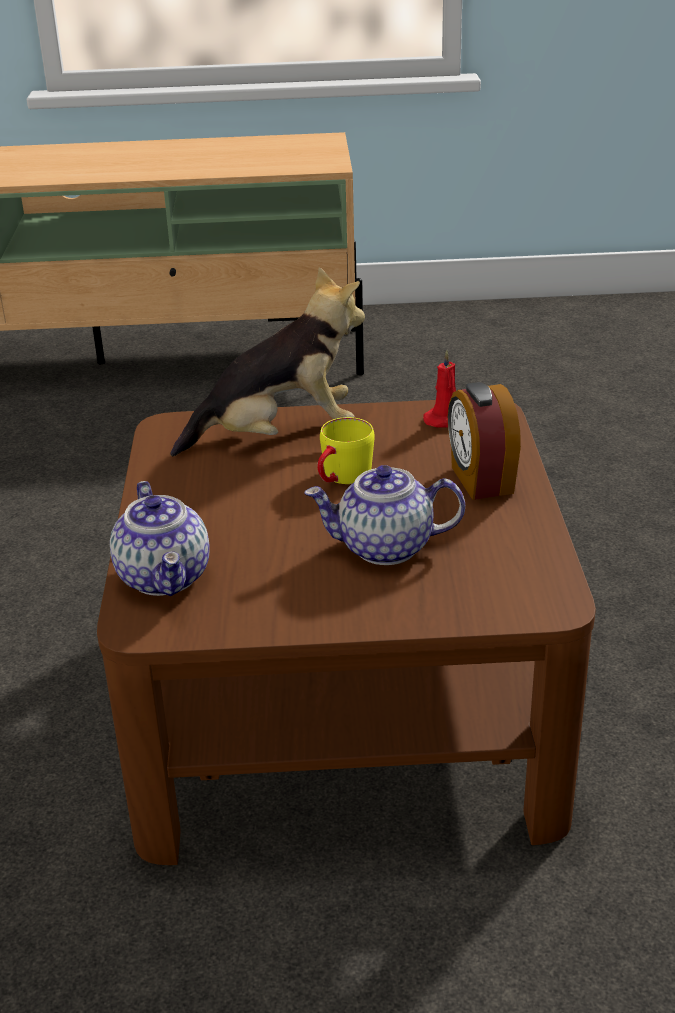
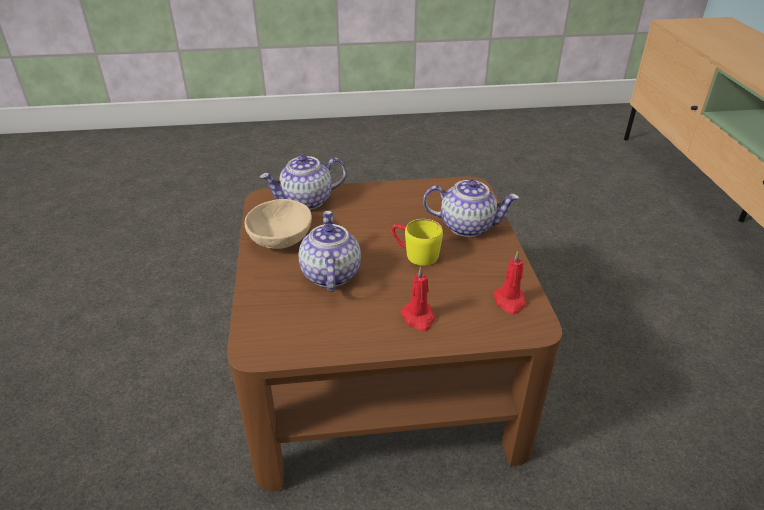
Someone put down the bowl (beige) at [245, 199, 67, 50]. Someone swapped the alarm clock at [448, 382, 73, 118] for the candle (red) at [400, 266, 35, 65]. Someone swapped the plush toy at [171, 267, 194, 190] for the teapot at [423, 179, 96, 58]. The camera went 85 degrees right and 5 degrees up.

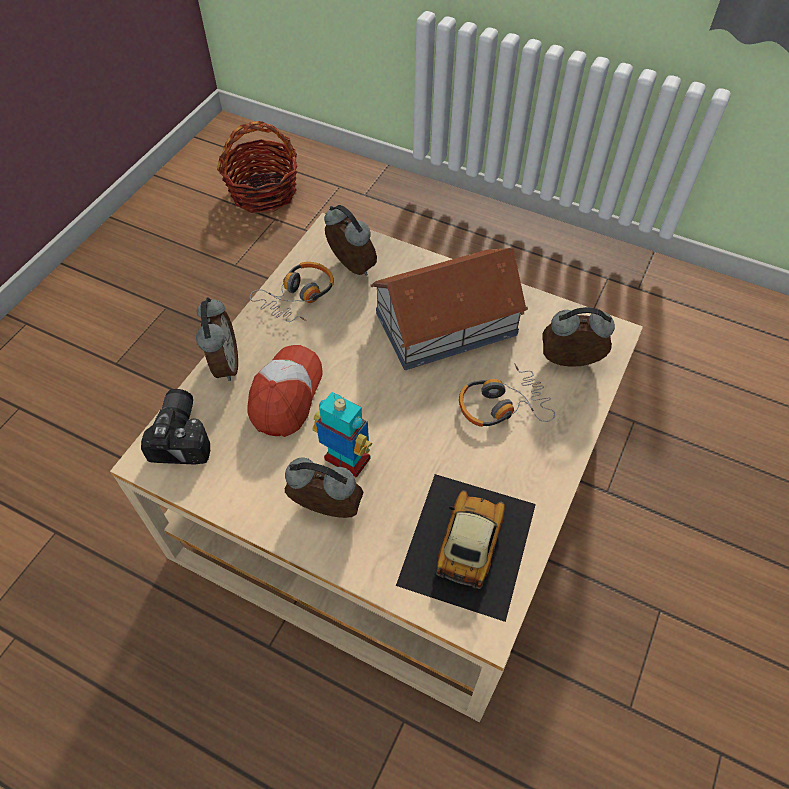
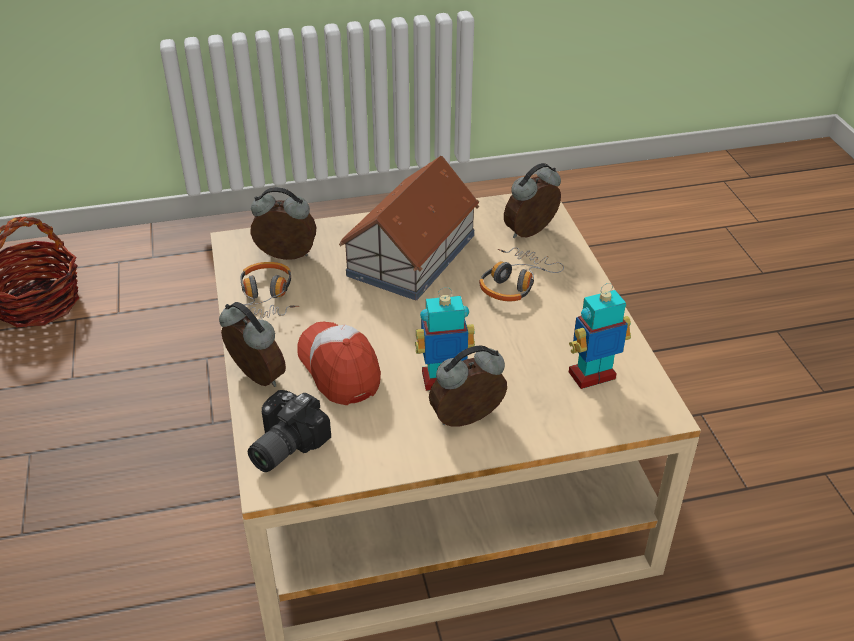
Someone rotated the photo camera at [141, 389, 69, 75] by 105 degrees counterclockwise. Someone swapped the toy car at [396, 474, 140, 148] for the toy robot at [569, 283, 62, 106]. The camera went 40 degrees left and 15 degrees down.

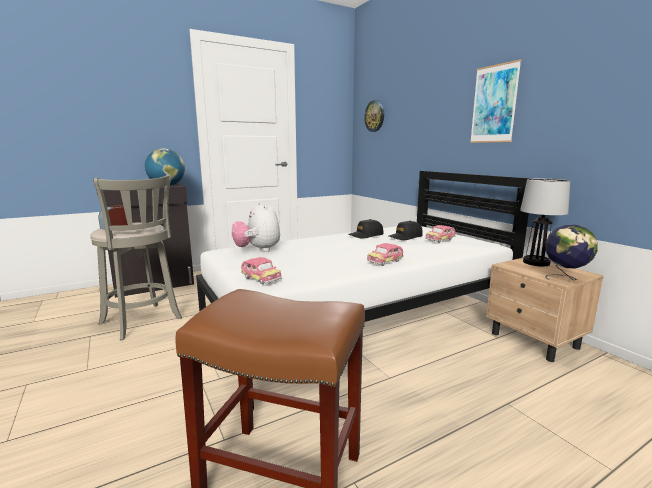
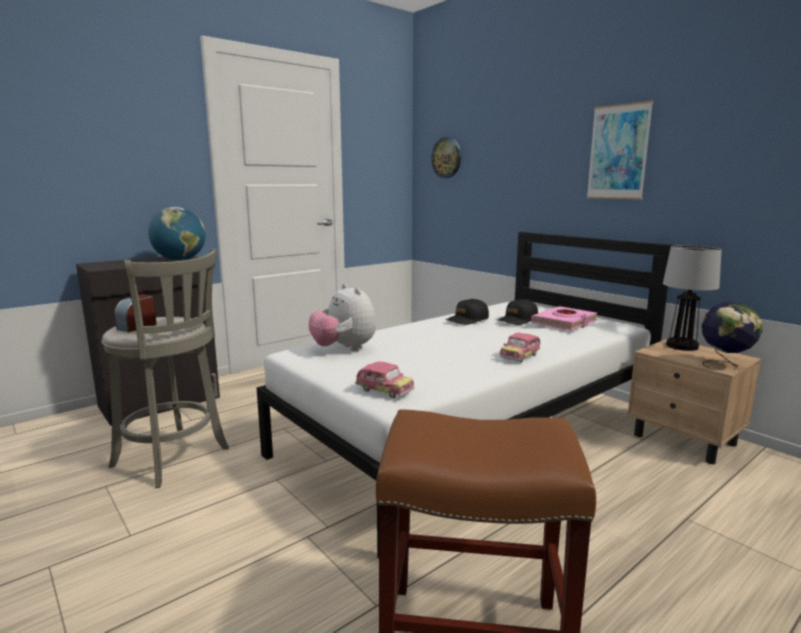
Someone swapped the toy car at [425, 225, 30, 18] for the book (pink) at [531, 306, 66, 25]. The camera went 10 degrees left and 0 degrees up.

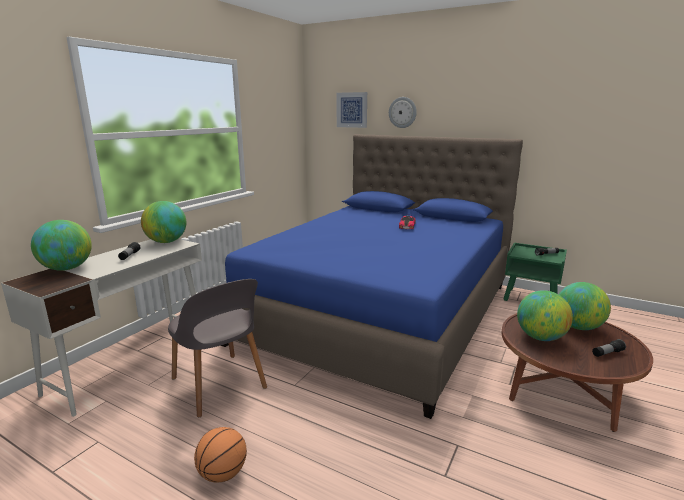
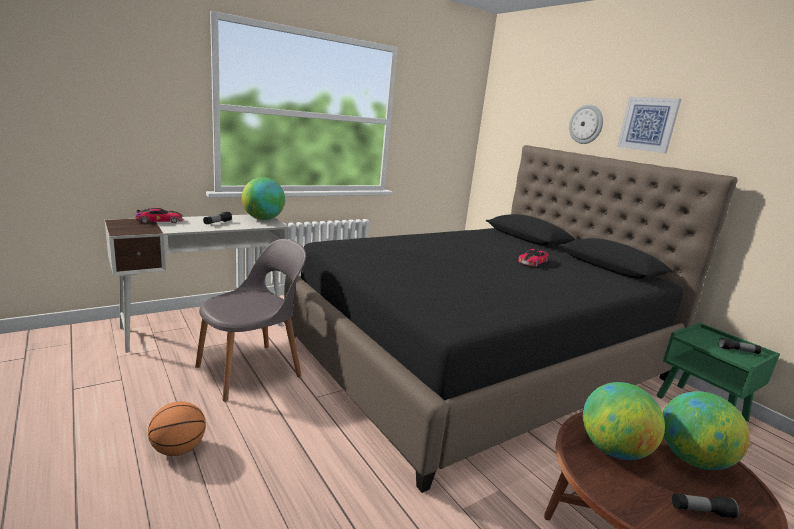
Someone swapped the globe at [31, 220, 61, 51] for the toy car at [135, 208, 48, 15]. Someone rotated the chair (grey) at [168, 279, 99, 138] by 120 degrees counterclockwise. Someone repainted the bed (blue) at [221, 134, 302, 285], which became the bed (black) at [284, 145, 454, 348]. Someone carried the picture from [337, 92, 30, 36] to [617, 97, 64, 56]. The camera went 25 degrees right and 0 degrees up.

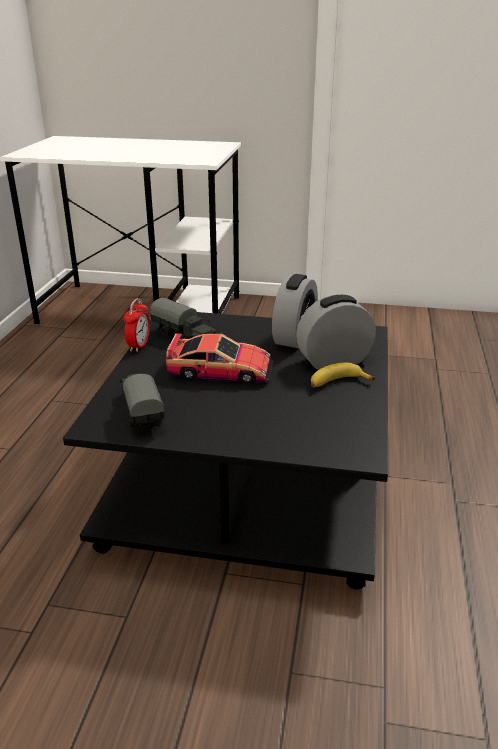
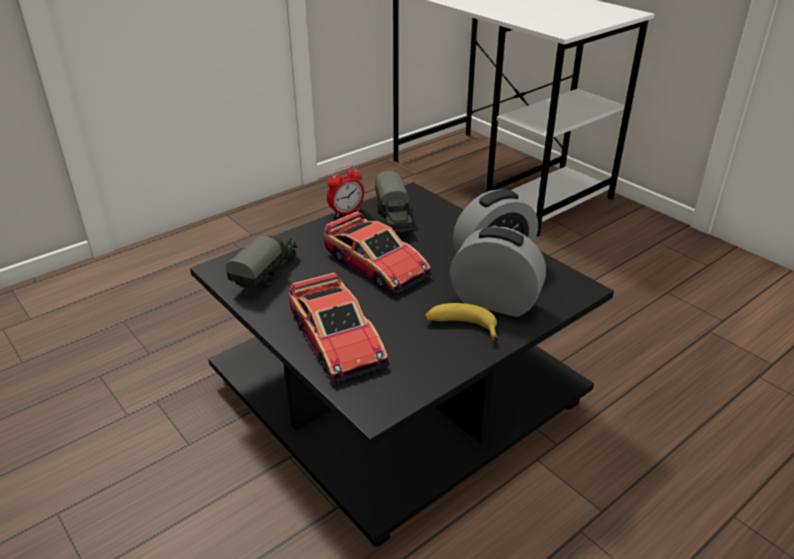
Someone put down the toy car at [288, 273, 102, 110]. The camera went 40 degrees right and 5 degrees up.

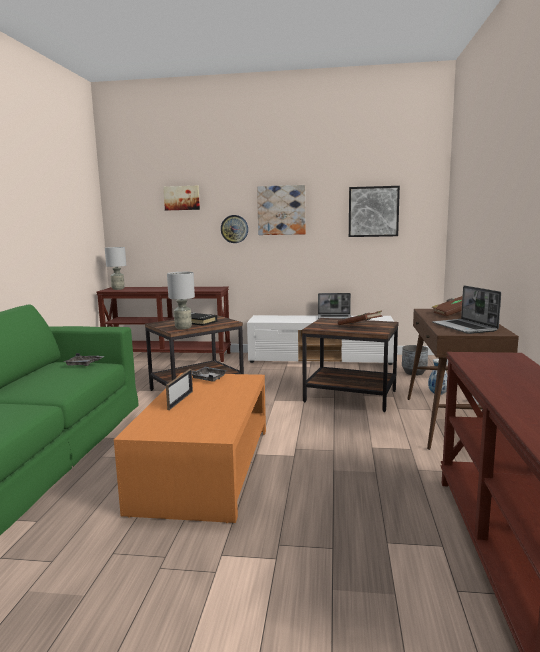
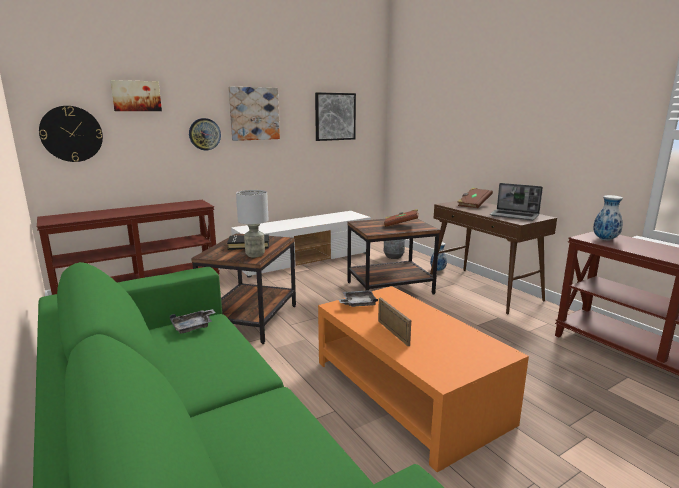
Someone put up the wall clock at [39, 106, 64, 56]. Someone put down the vase at [593, 195, 30, 45]. Someone took away the table lamp (grey) at [105, 247, 21, 43]. Someone took away the laptop at [318, 293, 33, 26]. The camera went 40 degrees left and 5 degrees up.

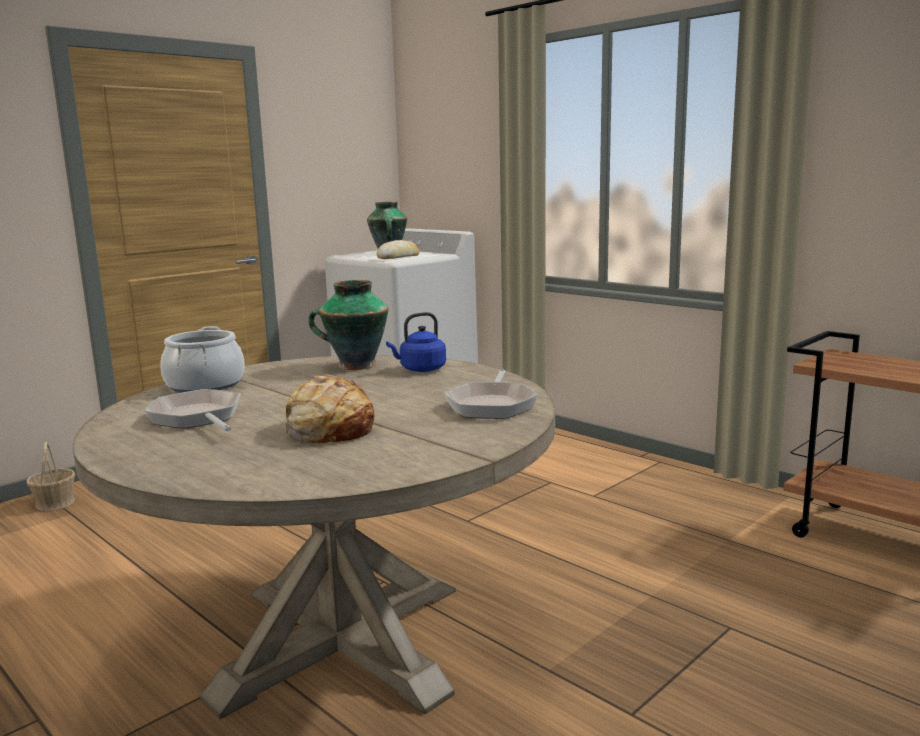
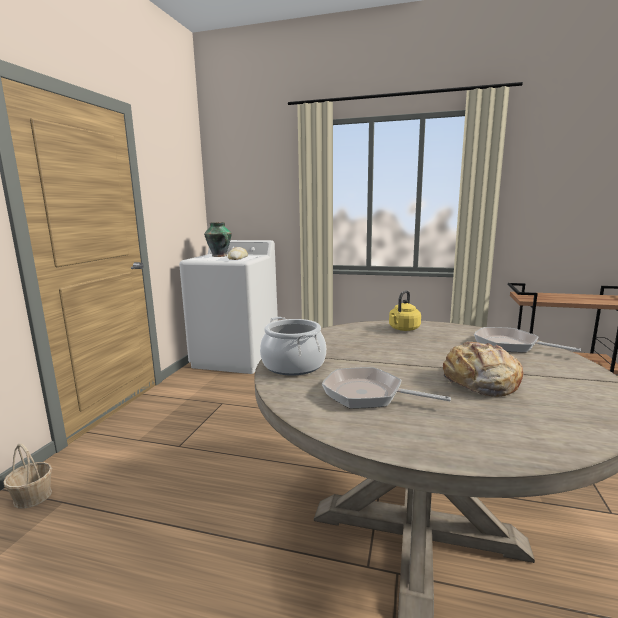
Someone repainted the kettle (blue) at [386, 312, 60, 60], which became the kettle (yellow) at [389, 290, 32, 41]. Someone rotated the frying pan at [444, 369, 94, 50] by 150 degrees clockwise. Someone took away the vase at [308, 280, 80, 90]. The camera went 30 degrees left and 0 degrees up.

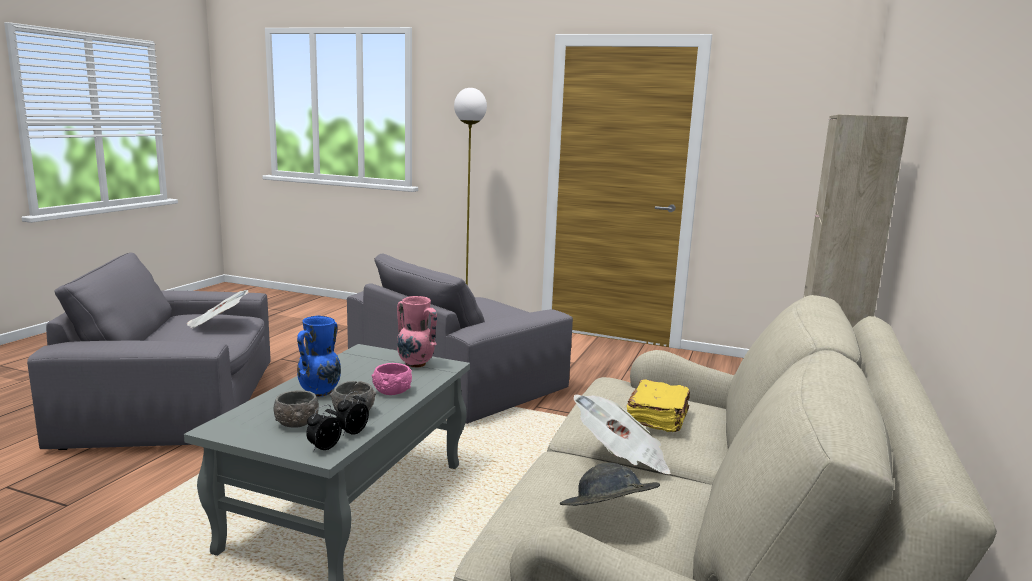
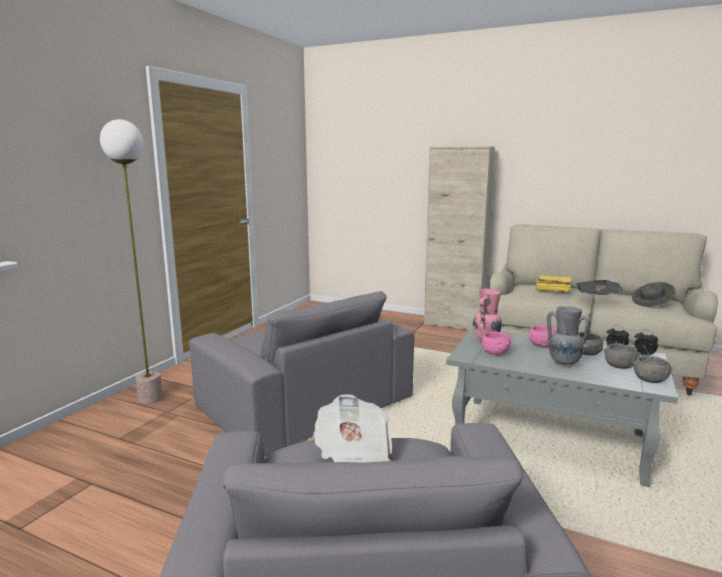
Someone put down the bowl (pink) at [482, 332, 29, 23]. Someone repainted the vase (blue) at [297, 316, 44, 81], which became the vase (grey) at [546, 306, 45, 61]. Someone put down the bowl (grey) at [633, 355, 40, 28]. The camera went 85 degrees left and 0 degrees up.

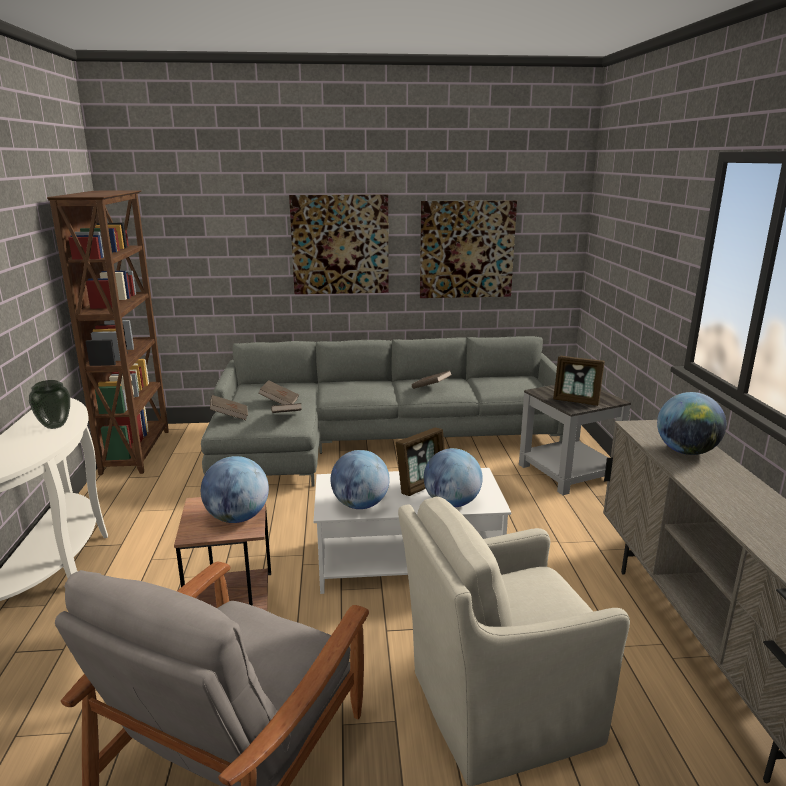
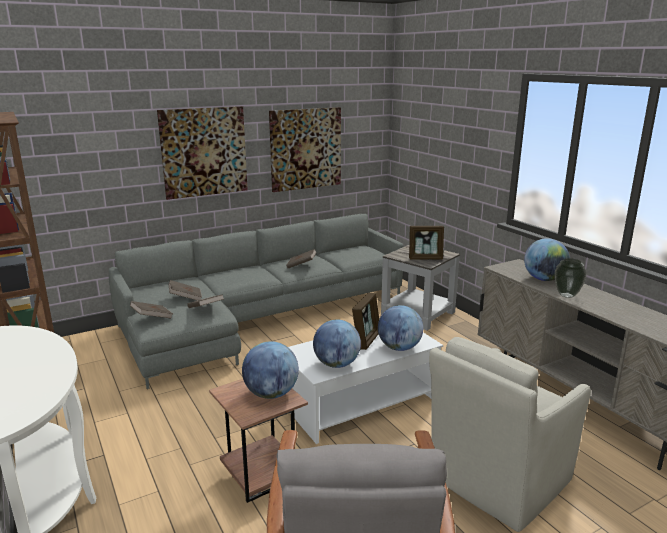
Someone carried the vase from [29, 380, 41, 49] to [555, 258, 31, 40]. The camera went 25 degrees left and 0 degrees up.

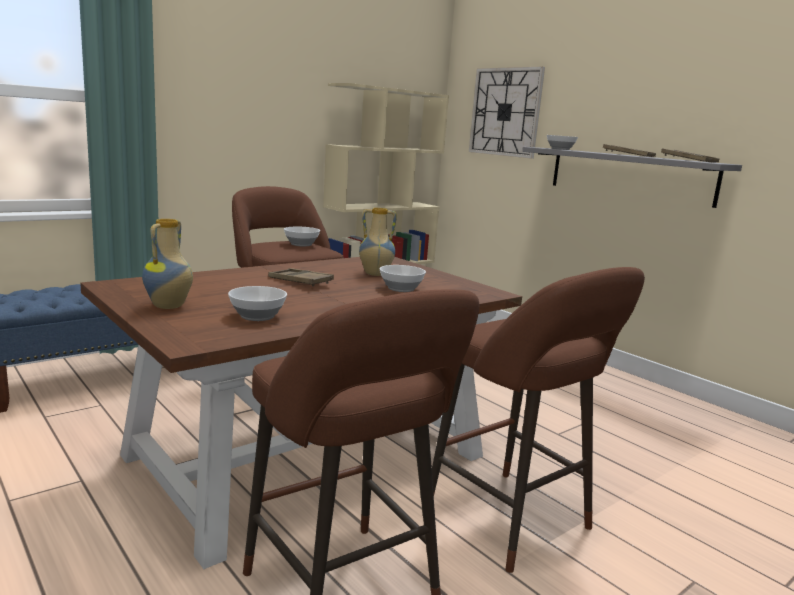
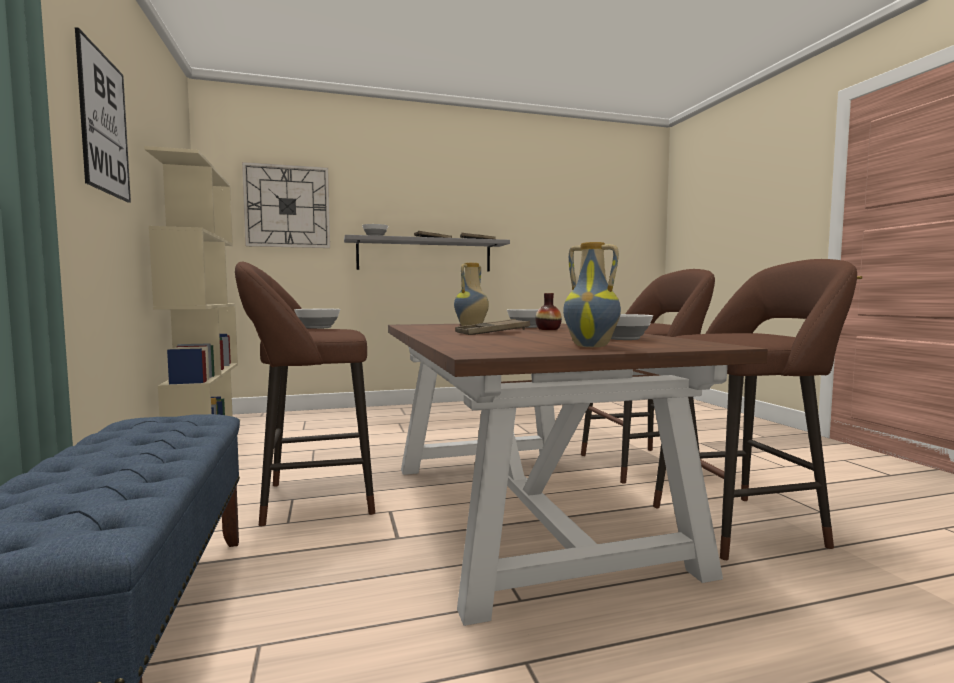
Someone put up the picture at [75, 27, 56, 176]. Someone put down the vase at [535, 293, 27, 37]. The camera went 65 degrees left and 10 degrees down.

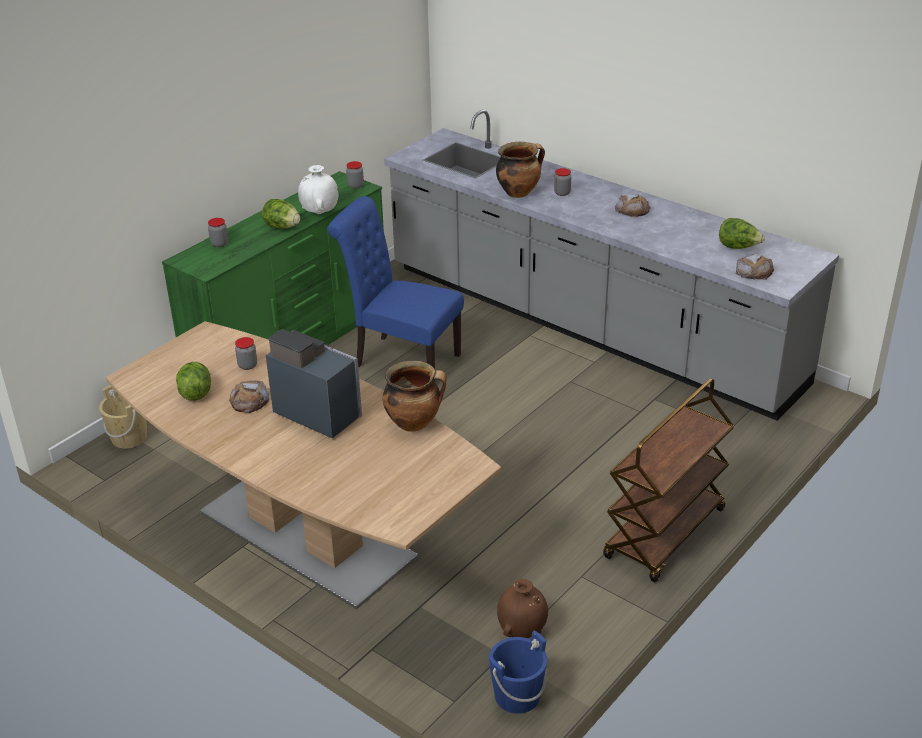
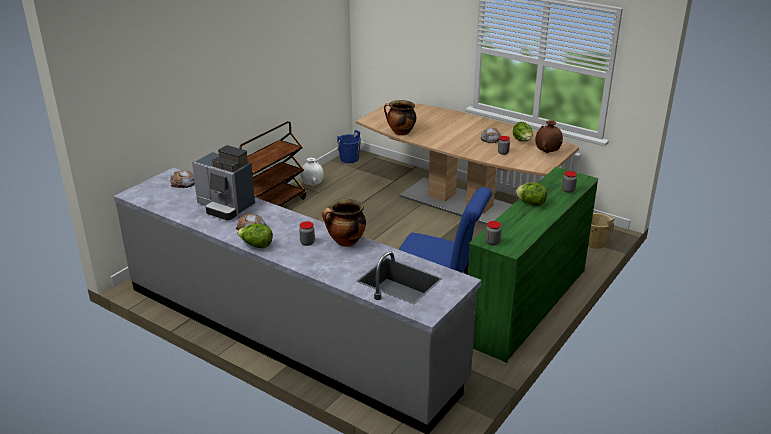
Someone carried the coffee machine from [266, 329, 96, 109] to [192, 145, 63, 75]. Someone carried the lettuce from [719, 218, 46, 31] to [237, 223, 36, 25]. Someone carried the vase (white) from [298, 165, 40, 49] to [300, 158, 24, 28]. Someone carried the vase (brown) from [497, 579, 51, 59] to [535, 120, 28, 33]. The camera went 175 degrees right and 5 degrees down.

